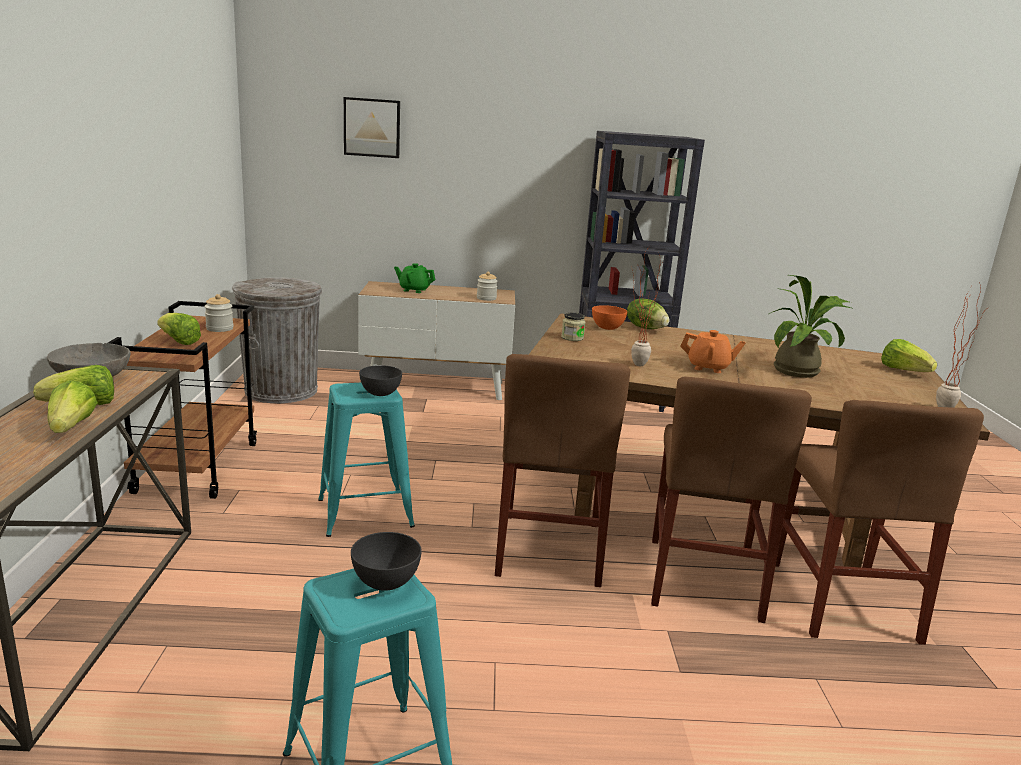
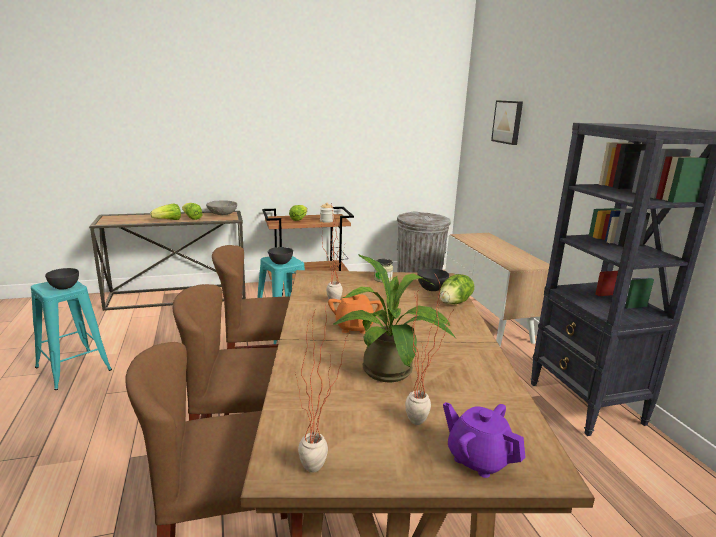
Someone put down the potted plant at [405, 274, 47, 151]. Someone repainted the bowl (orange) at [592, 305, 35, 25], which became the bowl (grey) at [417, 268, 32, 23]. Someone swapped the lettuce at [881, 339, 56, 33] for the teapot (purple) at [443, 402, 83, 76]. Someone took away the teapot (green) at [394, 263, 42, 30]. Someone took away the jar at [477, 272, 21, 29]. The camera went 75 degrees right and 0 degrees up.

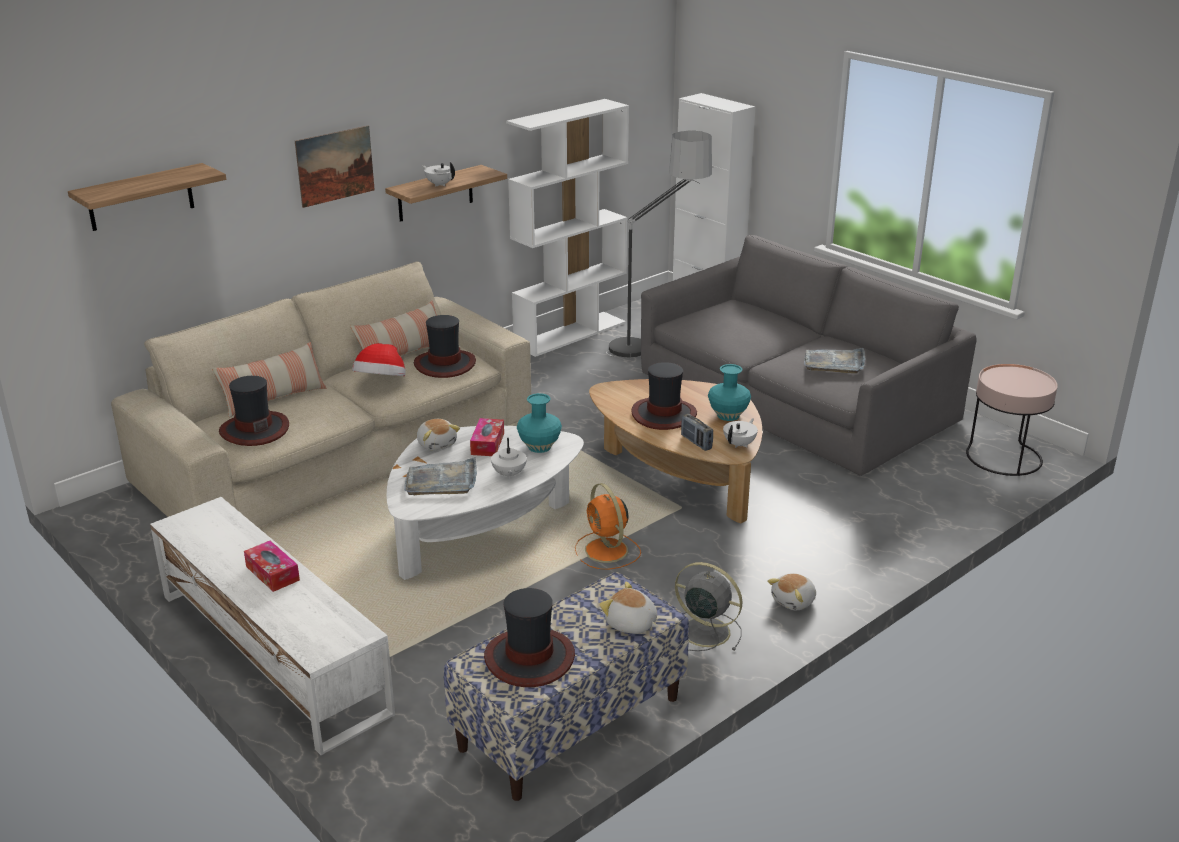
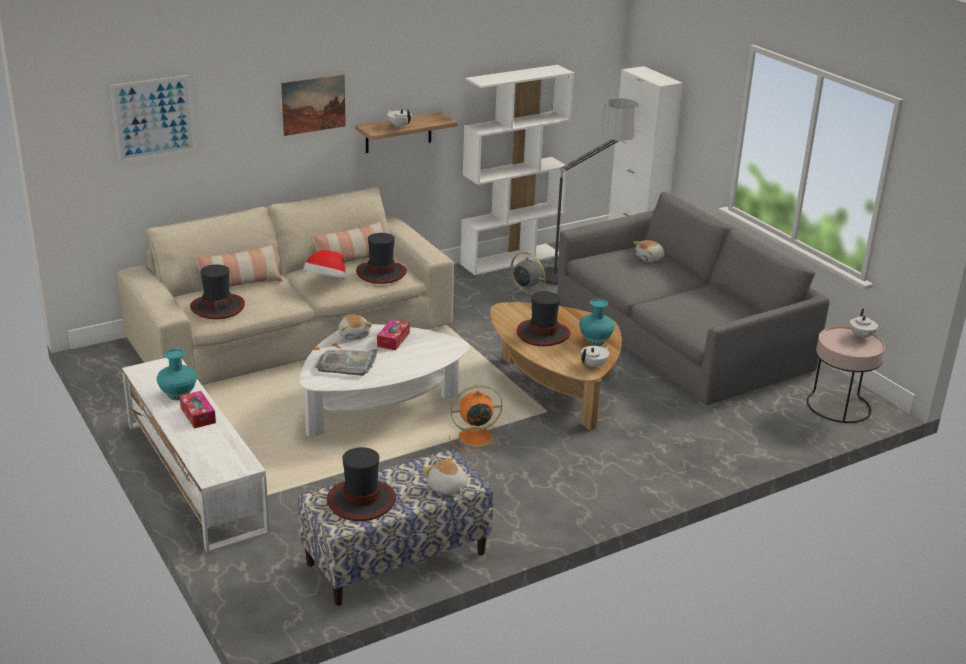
Someone swapped the shelf at [68, 163, 158, 68] for the picture at [110, 75, 86, 87]. Someone carried the vase (turquoise) from [517, 393, 45, 60] to [157, 349, 40, 51]. Someone rotated the fan (orange) at [575, 483, 66, 86] by 90 degrees clockwise. Someone carried the fan (grey) from [675, 562, 67, 89] to [504, 252, 42, 51]. Someone carried the plush toy from [767, 573, 49, 37] to [633, 240, 31, 22]. Someone carried the teapot (white) from [491, 438, 36, 41] to [850, 309, 28, 31]. Someone took away the radio at [681, 414, 32, 37]. Someone took away the tray (grey) at [804, 348, 61, 26]. The camera went 10 degrees right and 0 degrees up.

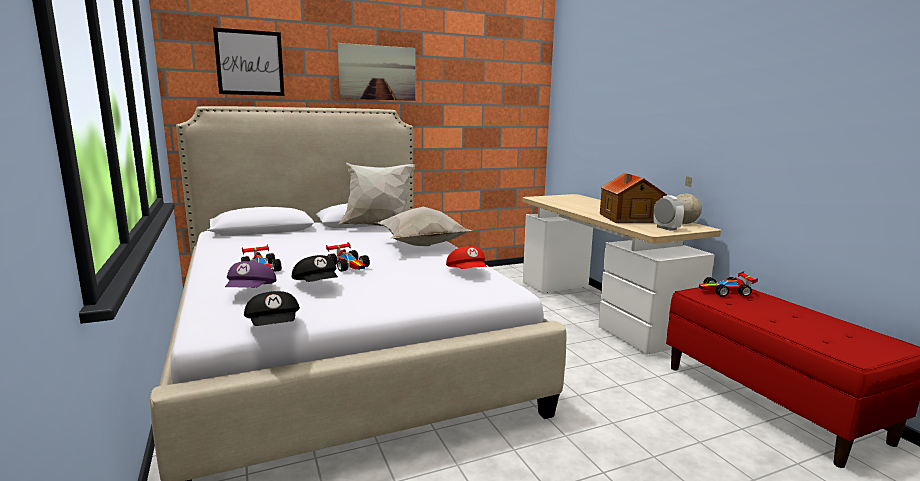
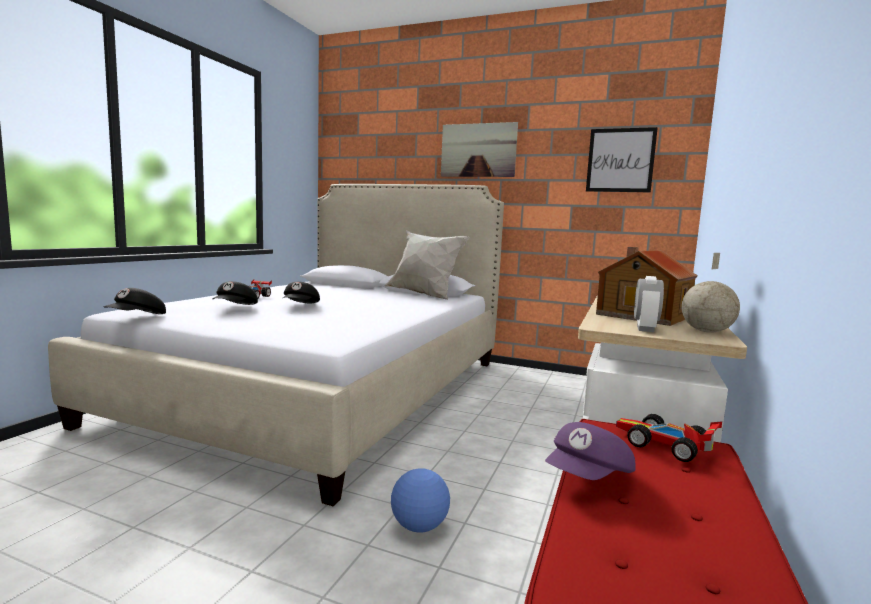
Someone swapped the toy car at [326, 242, 44, 29] for the cap (black) at [283, 282, 37, 21]. Someone put down the football at [391, 468, 59, 65]. Someone carried the cap (purple) from [225, 261, 52, 27] to [545, 422, 91, 58]. Someone carried the picture from [213, 28, 72, 68] to [586, 127, 72, 65]. Someone took away the pillow (white) at [376, 207, 96, 39]. Someone took away the cap (red) at [446, 246, 41, 23]. The camera went 45 degrees right and 5 degrees down.

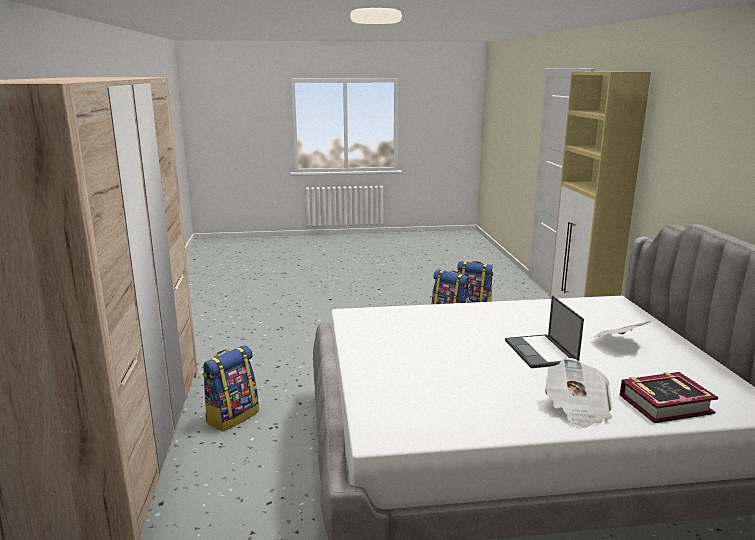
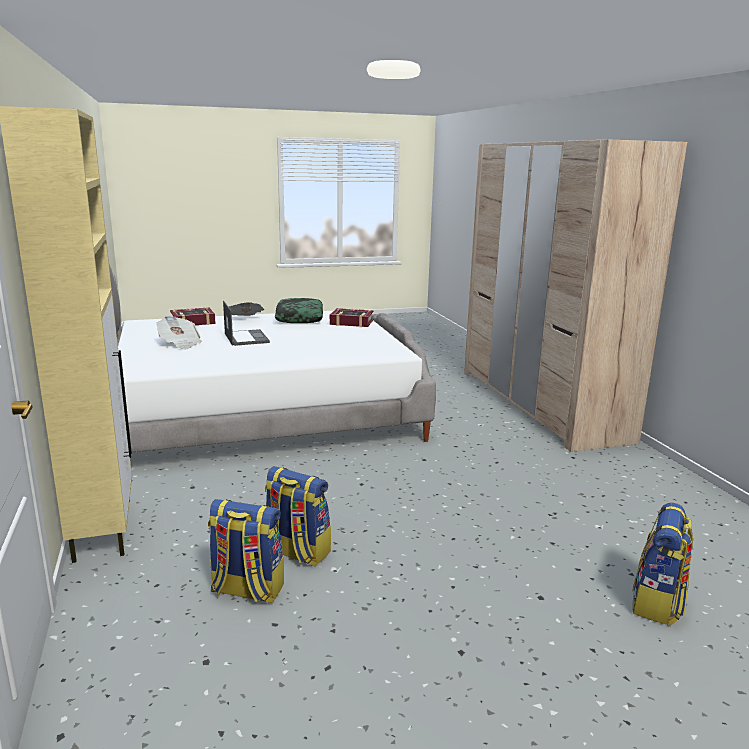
Someone put down the pillow at [275, 298, 48, 25]. Someone put down the book at [330, 308, 44, 19]. Someone carried the backpack from [202, 346, 57, 85] to [632, 502, 62, 123]. The camera went 170 degrees right and 0 degrees up.

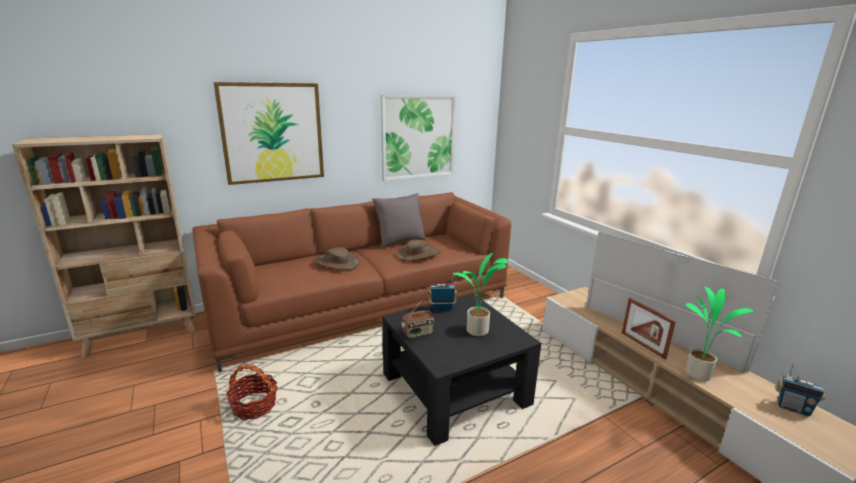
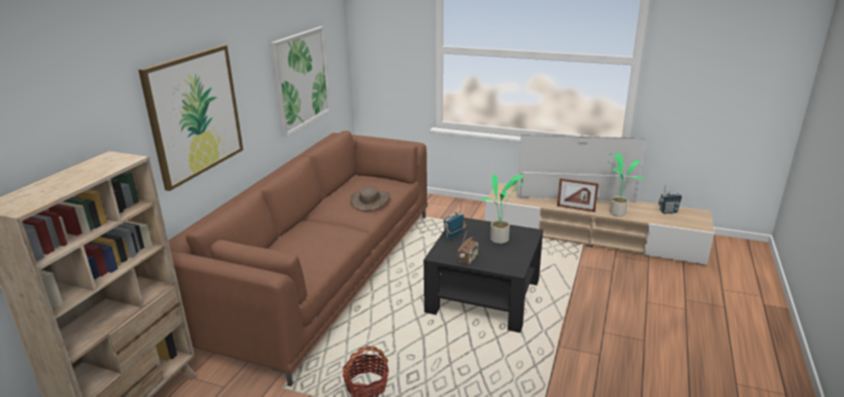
Someone took away the hat (brown) at [314, 247, 46, 23]. Someone took away the pillow (grey) at [372, 193, 54, 56]. The camera went 40 degrees left and 5 degrees up.

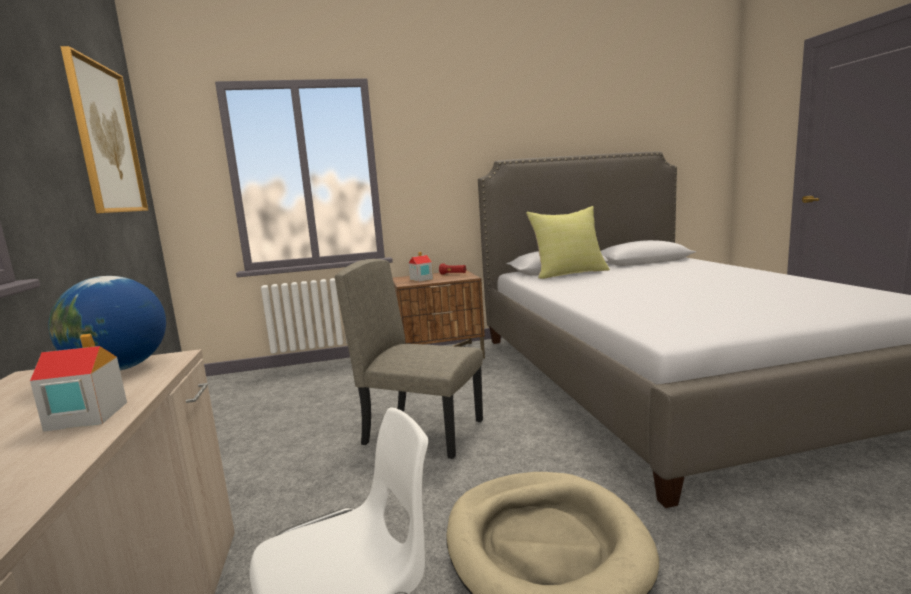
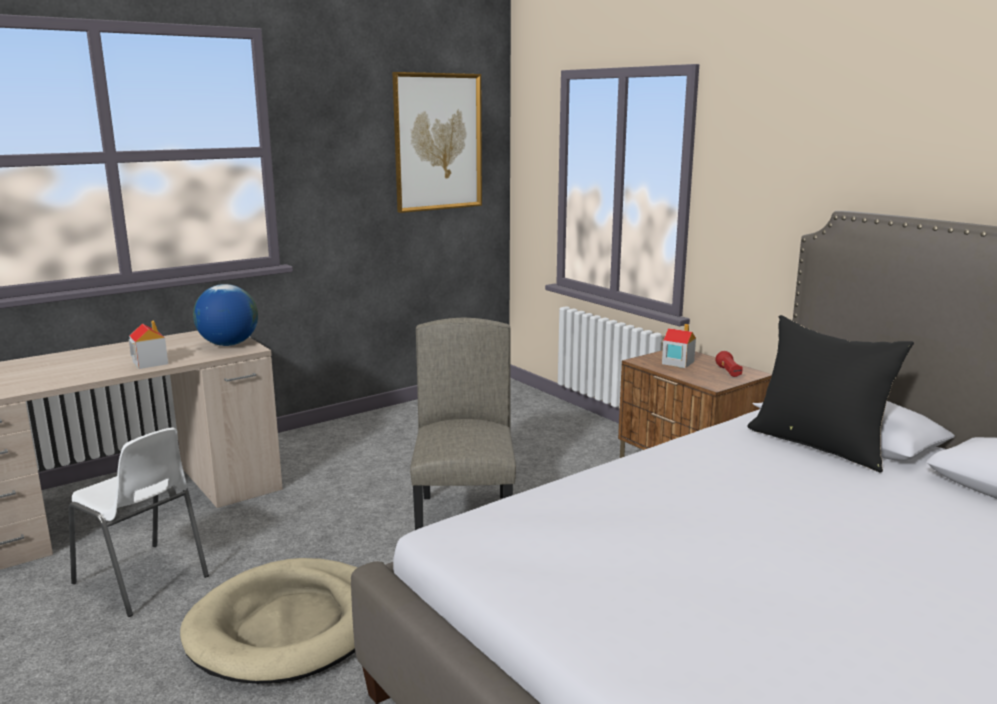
Someone repainted the pillow (yellow) at [526, 206, 84, 73], which became the pillow (black) at [747, 315, 167, 157]. The camera went 65 degrees right and 5 degrees up.

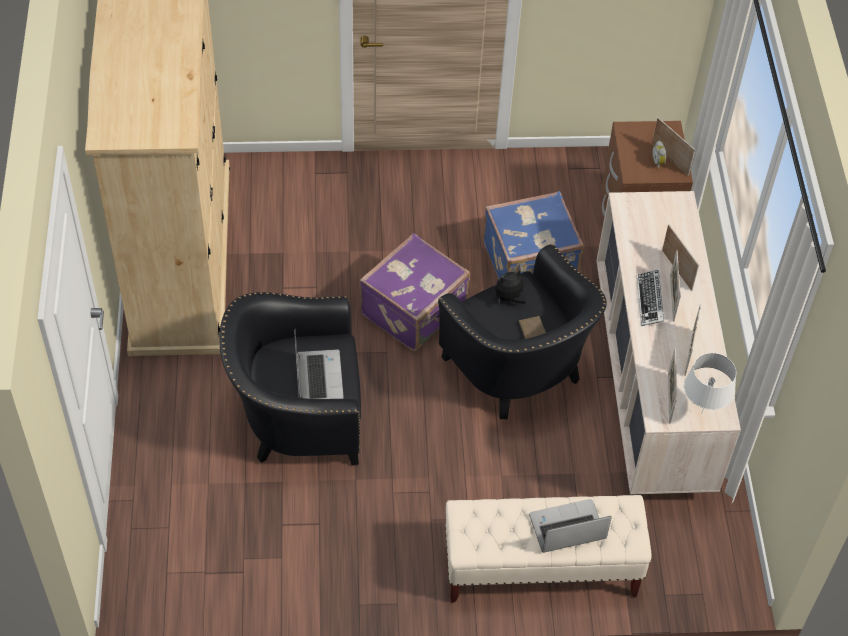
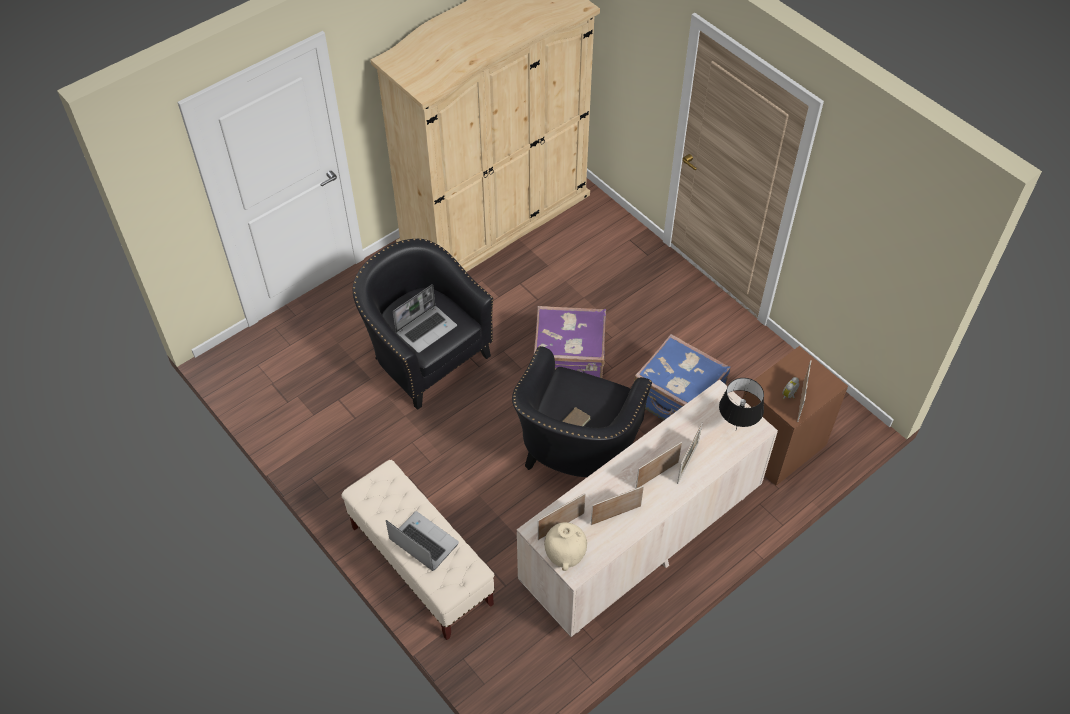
Someone swapped the table lamp (white) at [684, 353, 52, 61] for the vase (beige) at [544, 522, 43, 49]. Someone put down the table lamp (black) at [719, 378, 45, 52]. Someone took away the plush toy at [495, 270, 31, 34]. Someone took away the keyboard at [637, 270, 27, 56]. The camera went 55 degrees right and 0 degrees up.

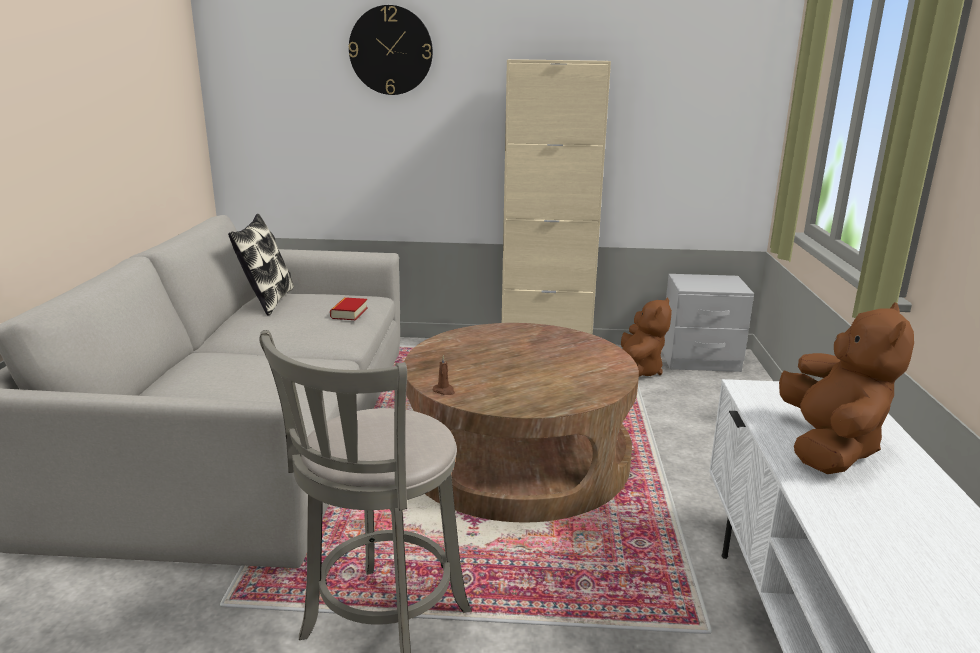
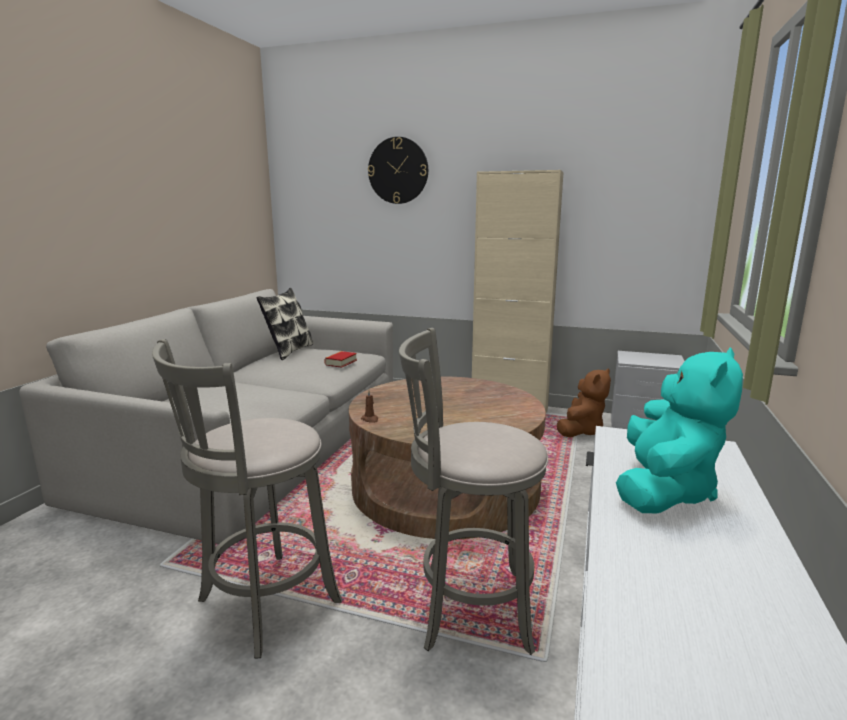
Someone put down the stool (grey) at [399, 328, 149, 327]. Someone repainted the plush toy (brown) at [779, 302, 135, 172], which became the plush toy (turquoise) at [616, 348, 127, 165]. The camera went 15 degrees right and 5 degrees down.

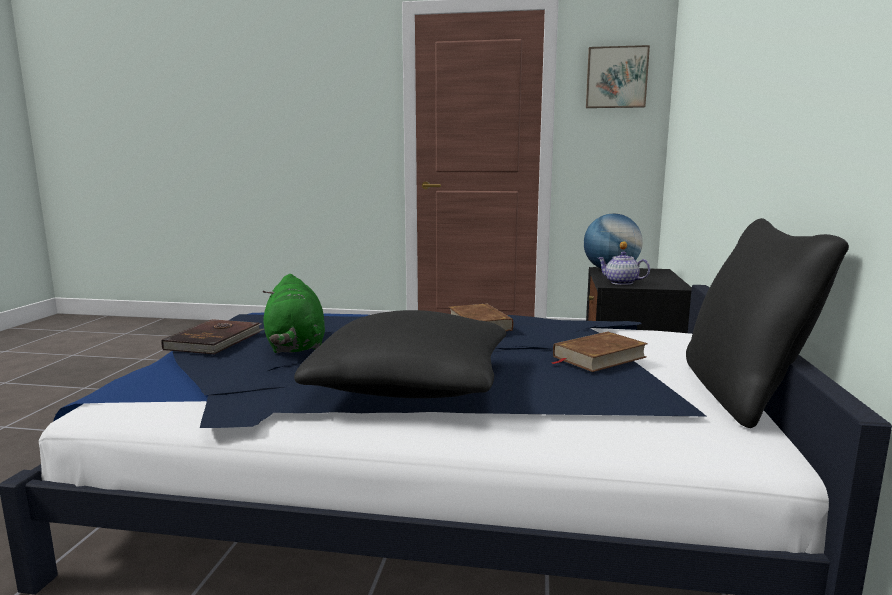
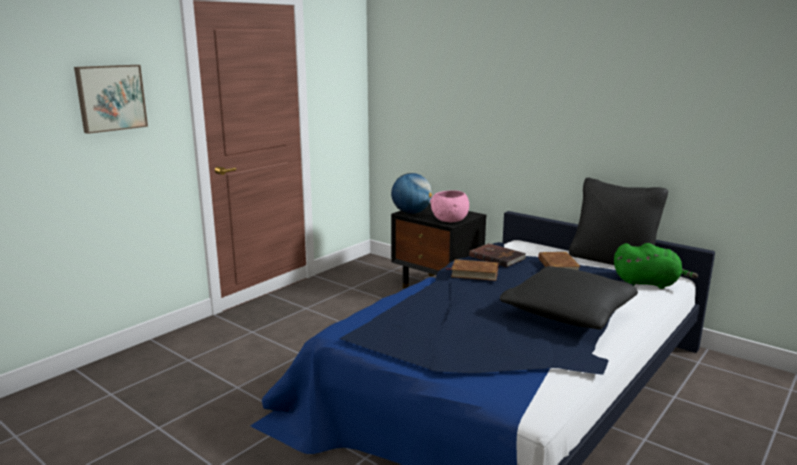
Someone carried the picture from [586, 45, 64, 63] to [74, 65, 74, 69]. Someone swapped the teapot at [597, 252, 53, 33] for the bowl (pink) at [430, 190, 39, 32]. Someone carried the book (brown) from [161, 319, 103, 36] to [469, 243, 57, 24]. Someone carried the plush toy (green) from [263, 274, 62, 79] to [614, 243, 84, 46]. The camera went 60 degrees left and 5 degrees up.

